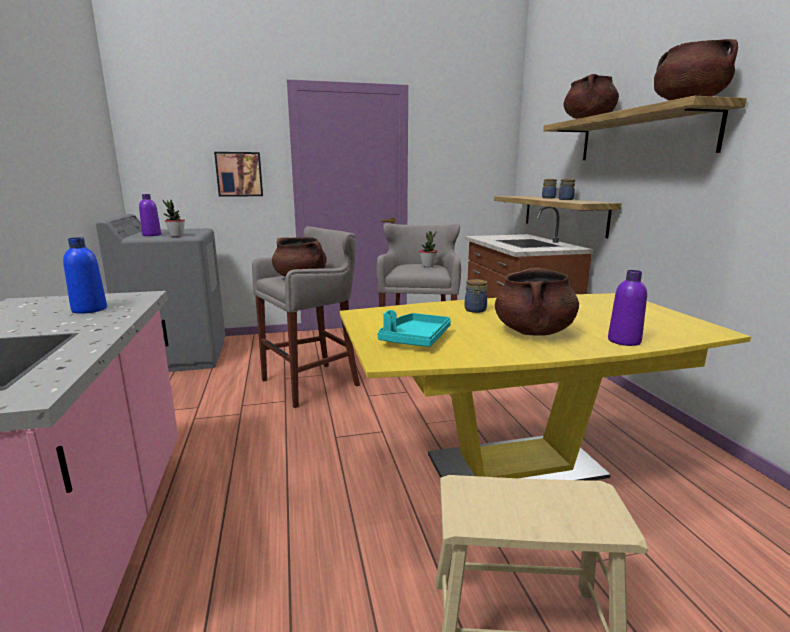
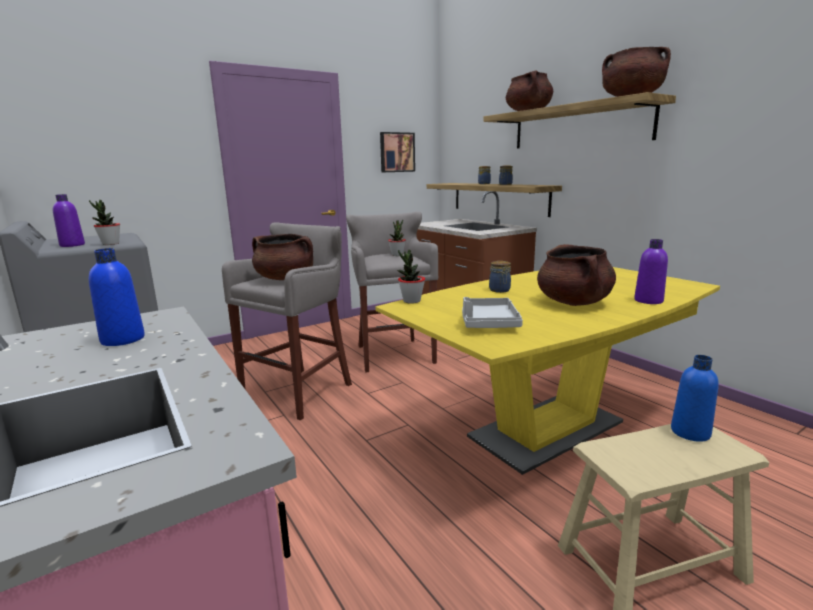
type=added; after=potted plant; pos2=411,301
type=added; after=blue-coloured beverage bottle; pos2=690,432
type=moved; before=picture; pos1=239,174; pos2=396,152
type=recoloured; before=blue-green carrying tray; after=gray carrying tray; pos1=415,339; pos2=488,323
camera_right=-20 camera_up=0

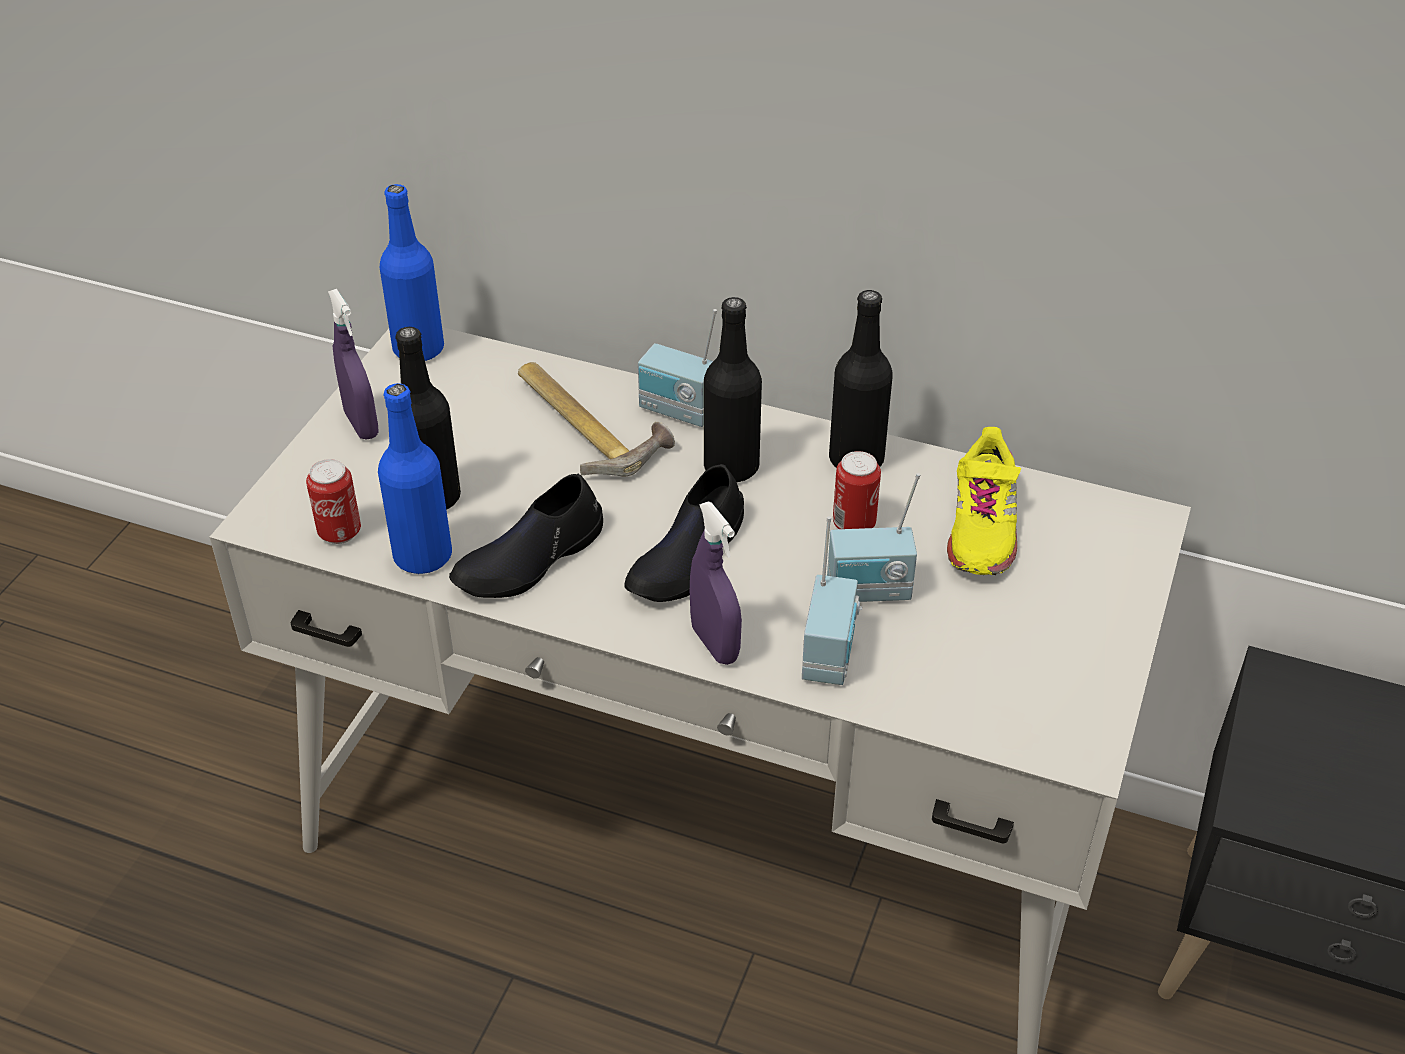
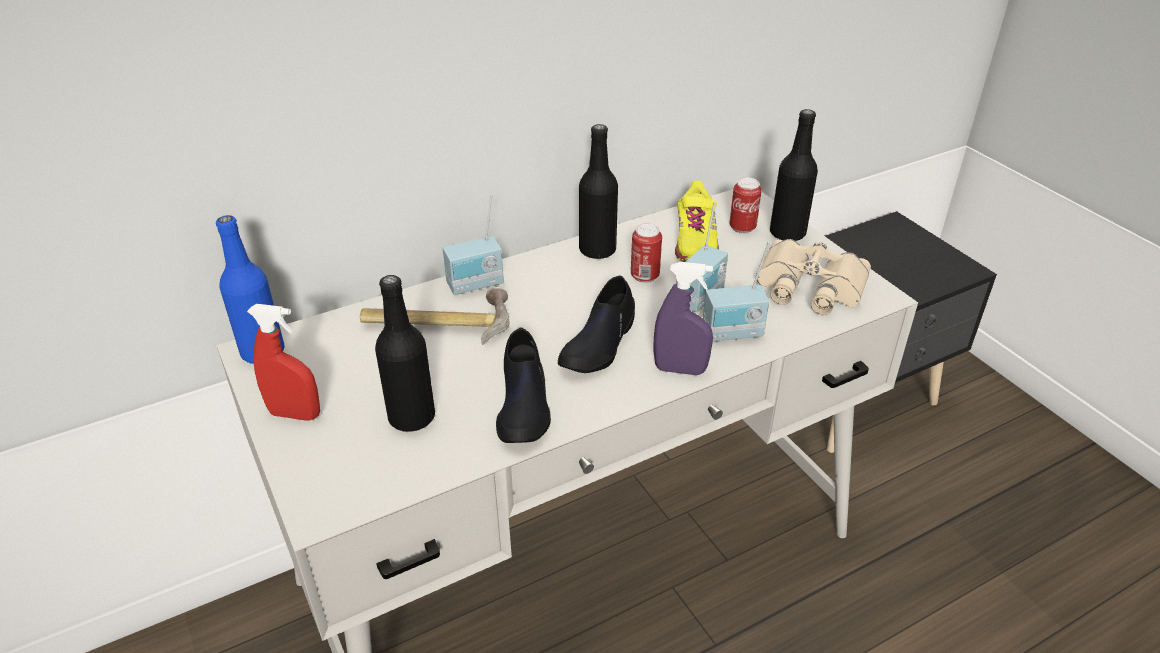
type=removed; before=blue-coloured beverage bottle; pos1=423,556
type=added; after=beige-coloured binoculars; pos2=808,287
type=moved; before=metal can; pos1=339,532; pos2=742,228
type=moved; before=blackish beverage bottle; pos1=731,467; pos2=787,233
type=recoloured; before=purple spray bottle; after=reddish spray bottle; pos1=361,425; pos2=295,414
type=turned; before=blackish shoe; pos1=687,557; pos2=599,343; turn=45
type=turned; before=radio set; pos1=831,655; pos2=733,334; turn=120
type=turned; before=yellow shoe; pos1=981,527; pos2=695,241; turn=45
camera_right=-50 camera_up=-5

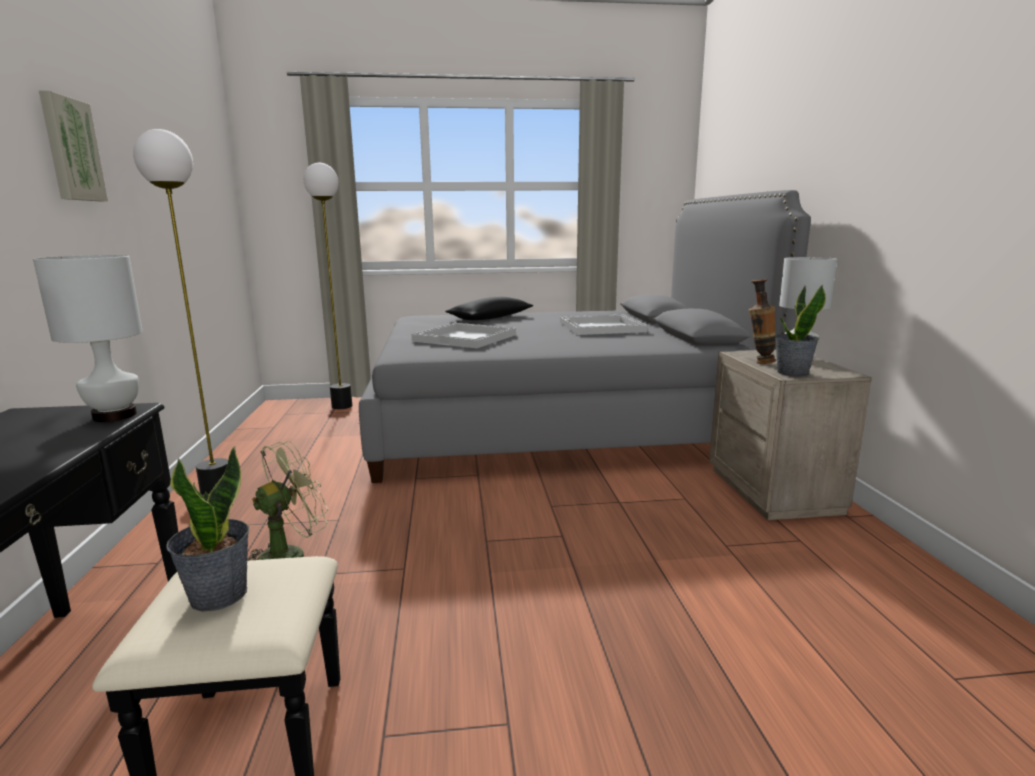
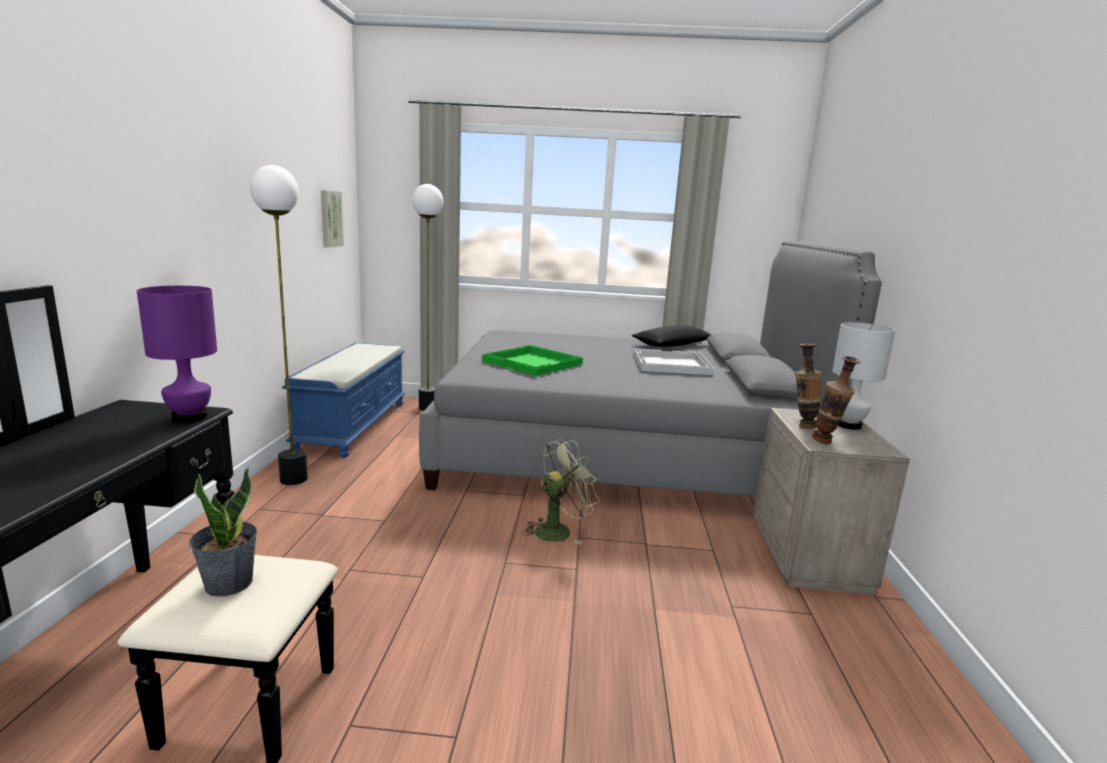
type=added; after=blue-coloured bench; pos2=352,425
type=moved; before=picture; pos1=70,150; pos2=330,218
type=moved; before=greenish electric fan; pos1=290,554; pos2=558,530
type=moved; before=blackish pillow; pos1=490,318; pos2=672,345
type=replaced; before=potted plant; after=decorative vase; pos1=792,373; pos2=827,443
type=recoloured; before=white tabletop lamp; after=purple tabletop lamp; pos1=115,415; pos2=190,417
type=recoloured; before=white carrying tray; after=greenish carrying tray; pos1=466,338; pos2=533,362
camera_right=10 camera_up=0

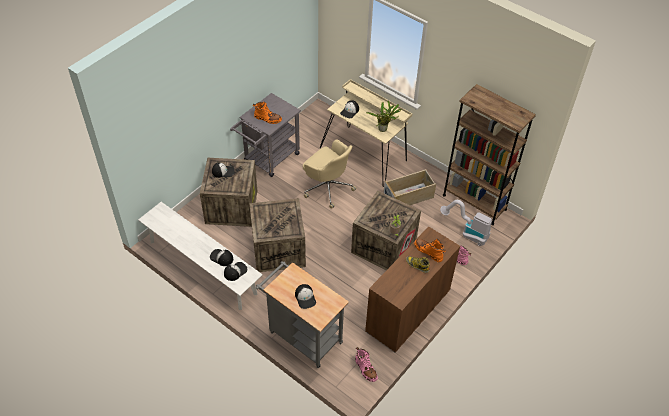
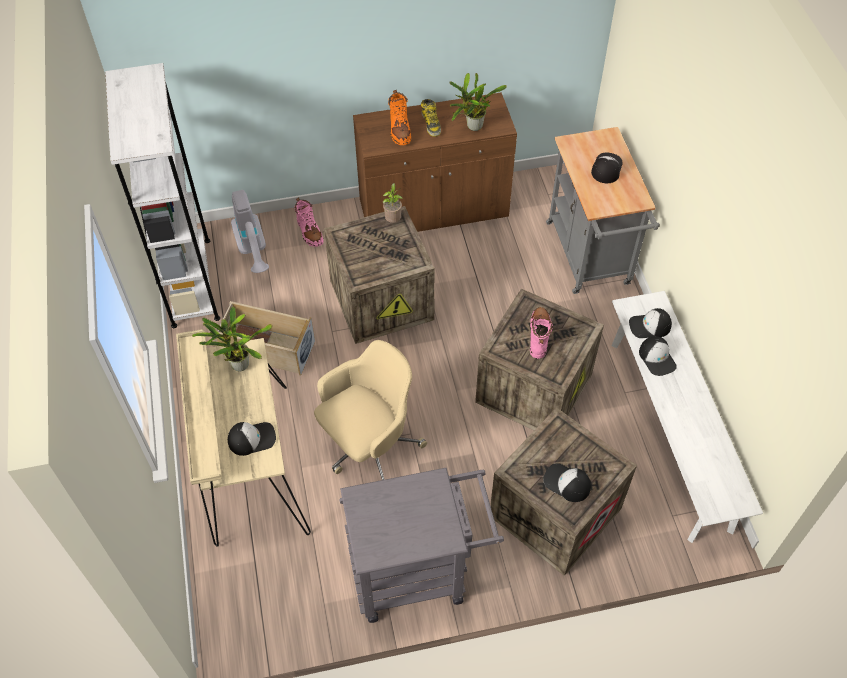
type=removed; before=orange-coloured boot; pos1=267,119
type=added; after=potted plant; pos2=472,127
type=moved; before=pink-coloured boot; pos1=365,369; pos2=539,335
type=recoloured; before=brown shelving unit; after=white shelving unit; pos1=474,202; pos2=191,282
type=turned; before=beige-coloured office chair; pos1=327,187; pos2=369,445; turn=60
camera_right=-140 camera_up=5

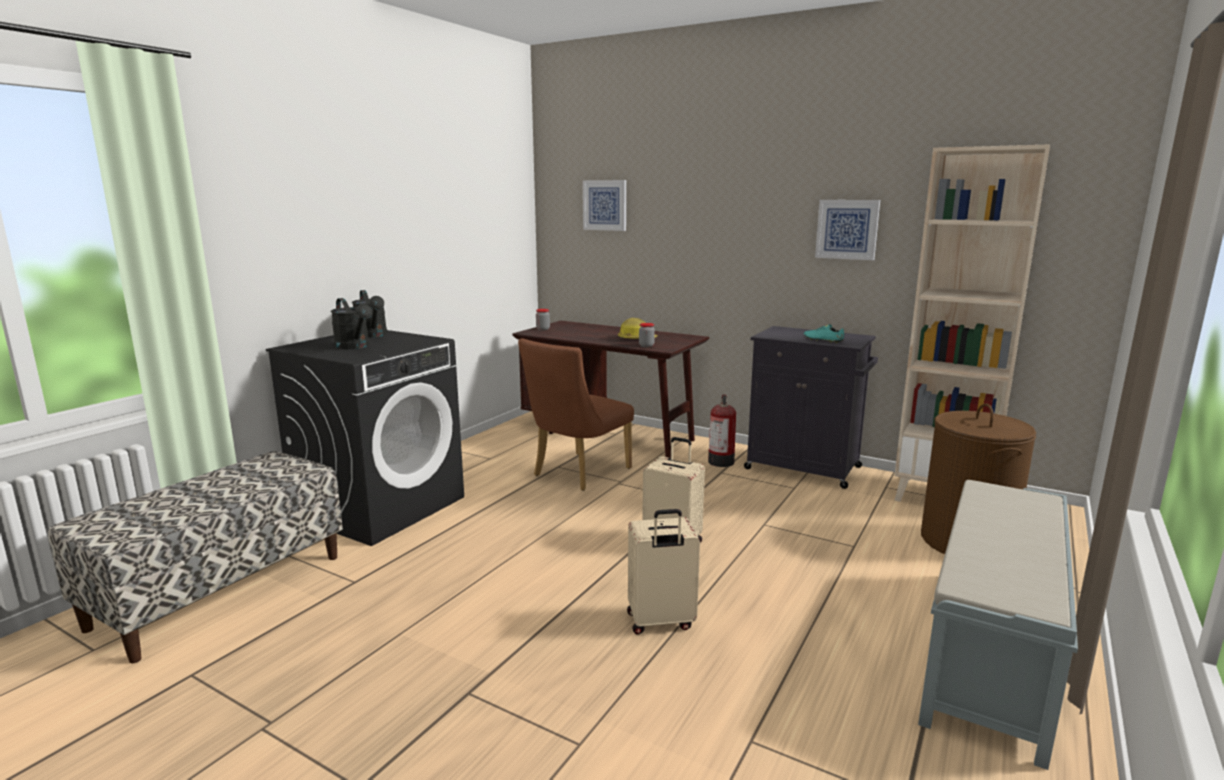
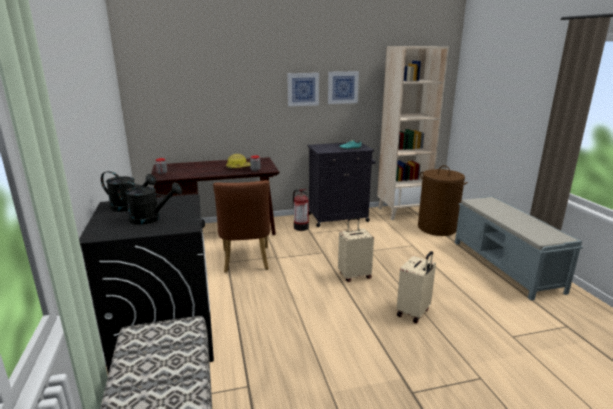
type=moved; before=picture; pos1=605,205; pos2=303,89
camera_right=-45 camera_up=5

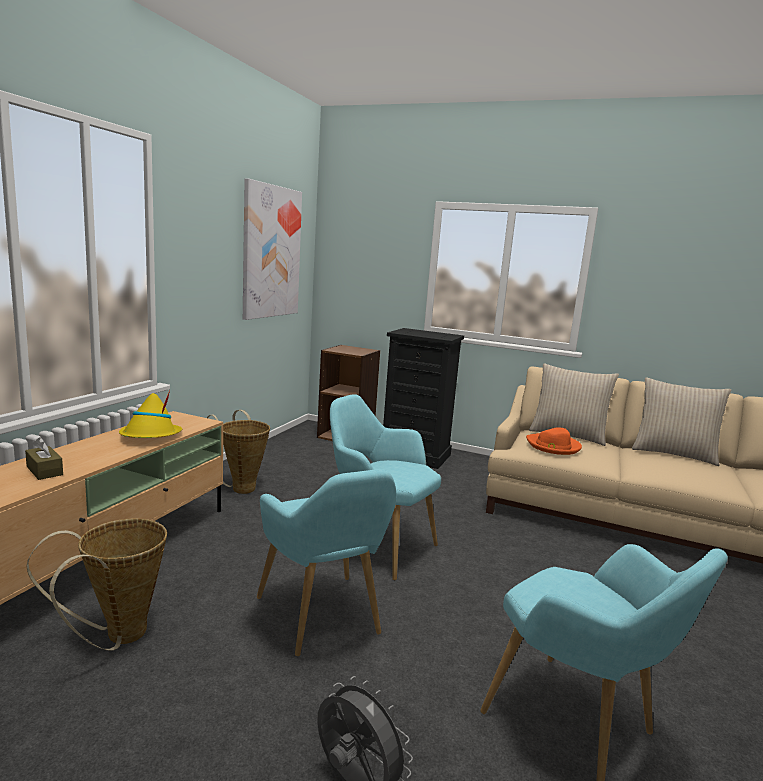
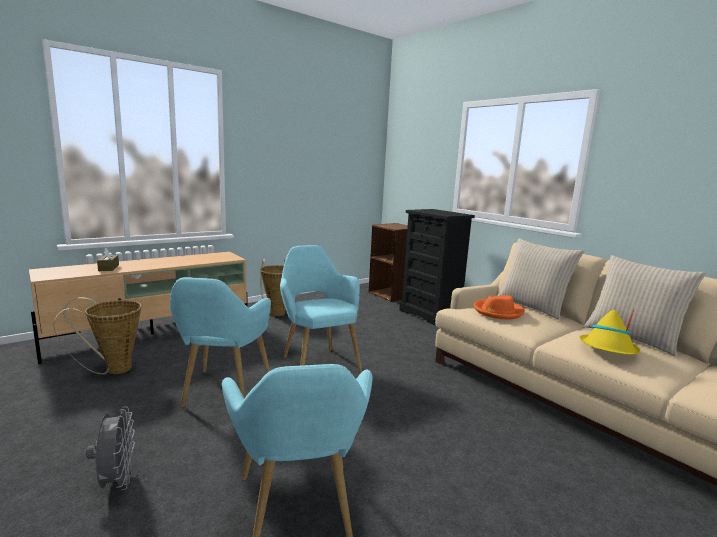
type=removed; before=picture; pos1=271,252
type=moved; before=yellow clothing hat; pos1=150,436; pos2=608,349
camera_right=30 camera_up=0

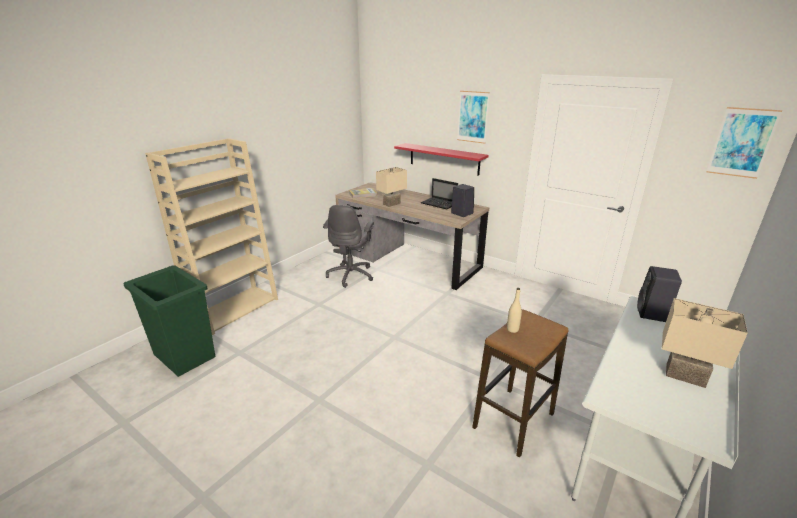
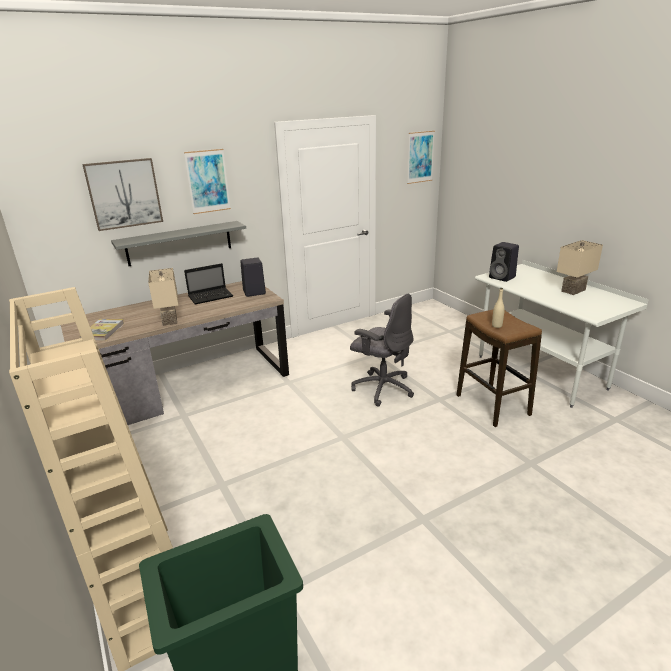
type=added; after=picture; pos2=124,194
type=moved; before=gray office chair; pos1=351,275; pos2=382,388
type=recoloured; before=reddish shelf; after=gray shelf; pos1=444,159; pos2=179,243
camera_right=-65 camera_up=0

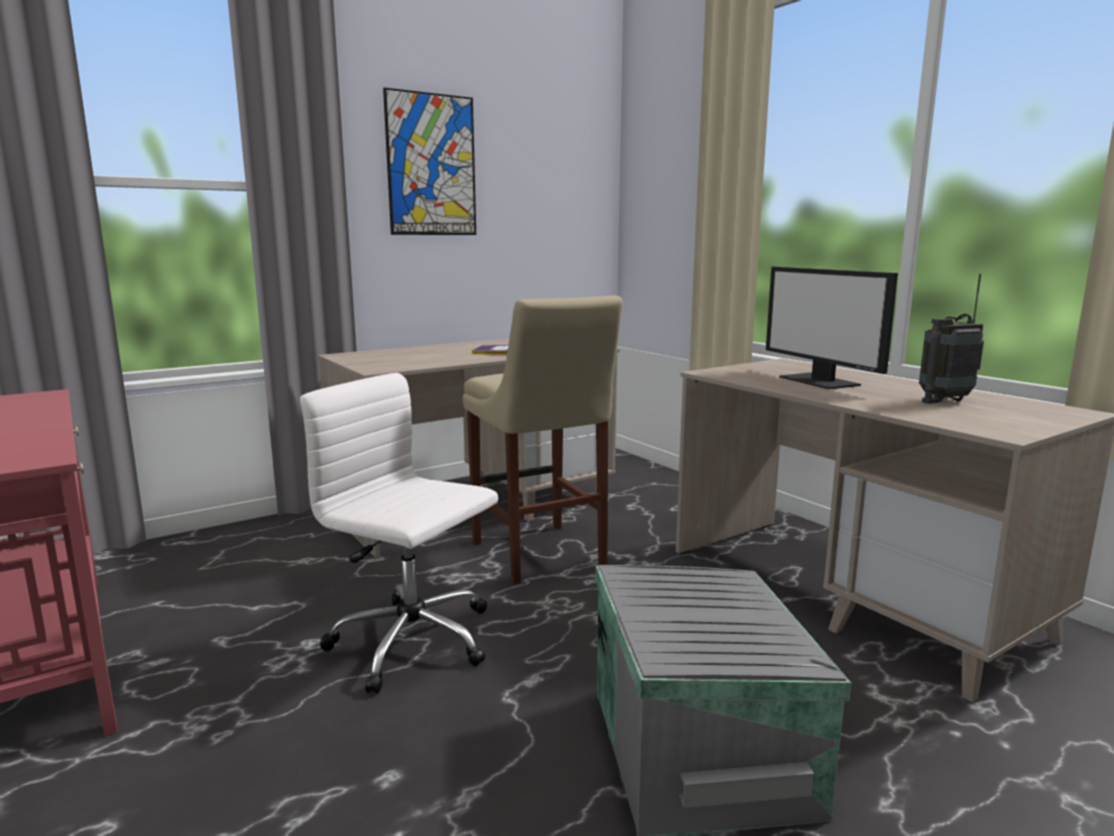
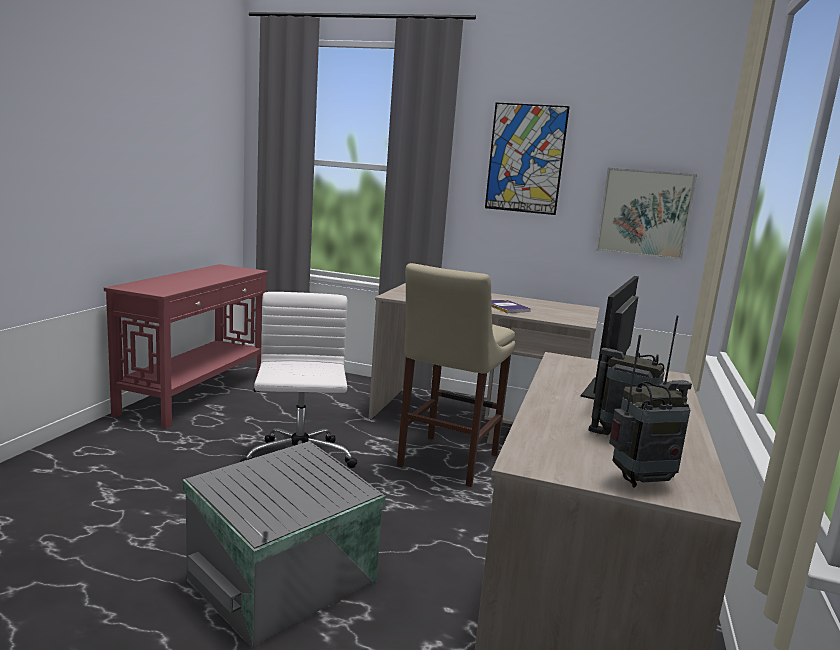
type=added; after=picture; pos2=644,213
type=added; after=radio set; pos2=641,482
camera_right=50 camera_up=0

